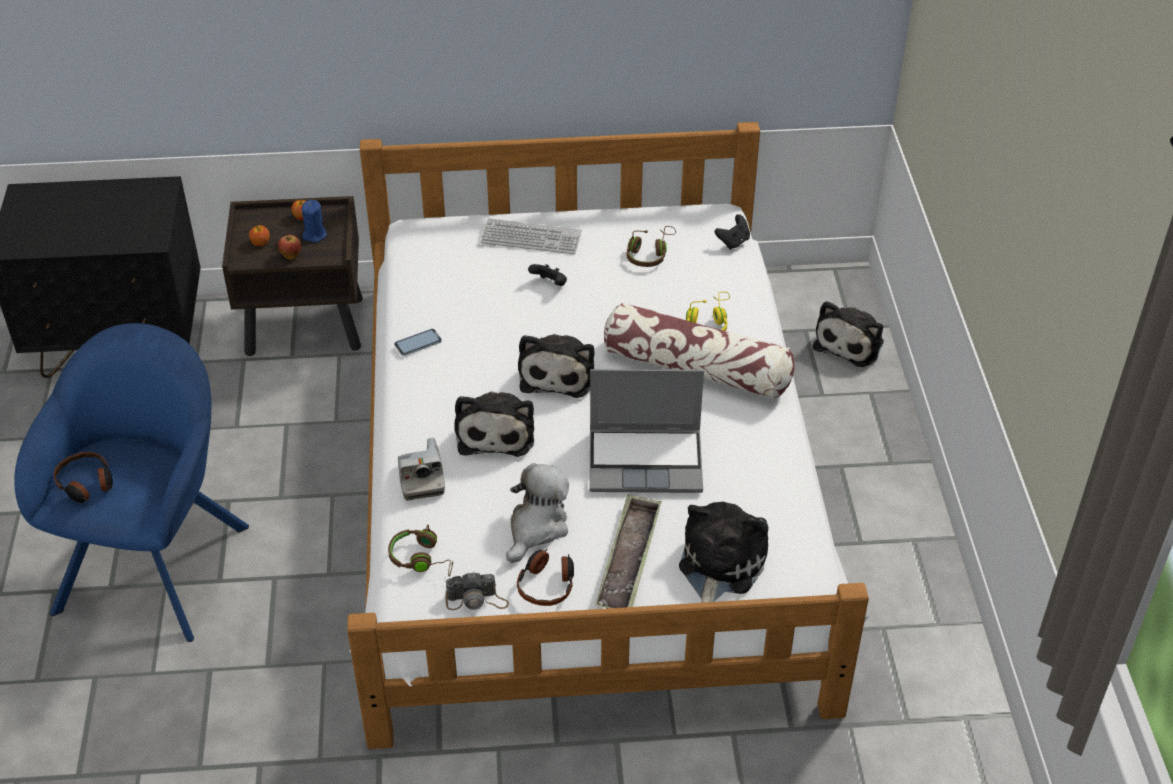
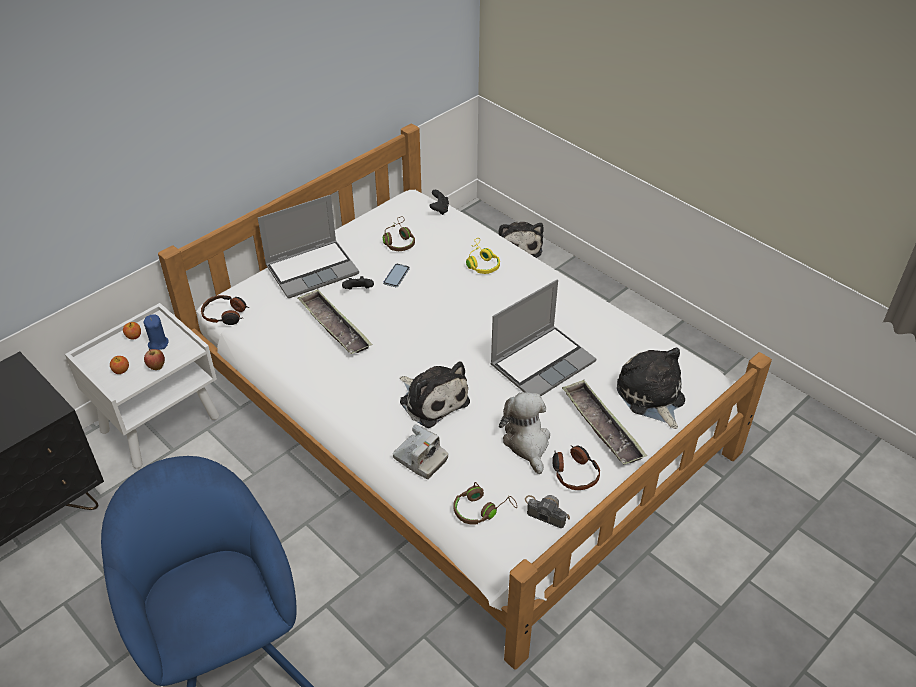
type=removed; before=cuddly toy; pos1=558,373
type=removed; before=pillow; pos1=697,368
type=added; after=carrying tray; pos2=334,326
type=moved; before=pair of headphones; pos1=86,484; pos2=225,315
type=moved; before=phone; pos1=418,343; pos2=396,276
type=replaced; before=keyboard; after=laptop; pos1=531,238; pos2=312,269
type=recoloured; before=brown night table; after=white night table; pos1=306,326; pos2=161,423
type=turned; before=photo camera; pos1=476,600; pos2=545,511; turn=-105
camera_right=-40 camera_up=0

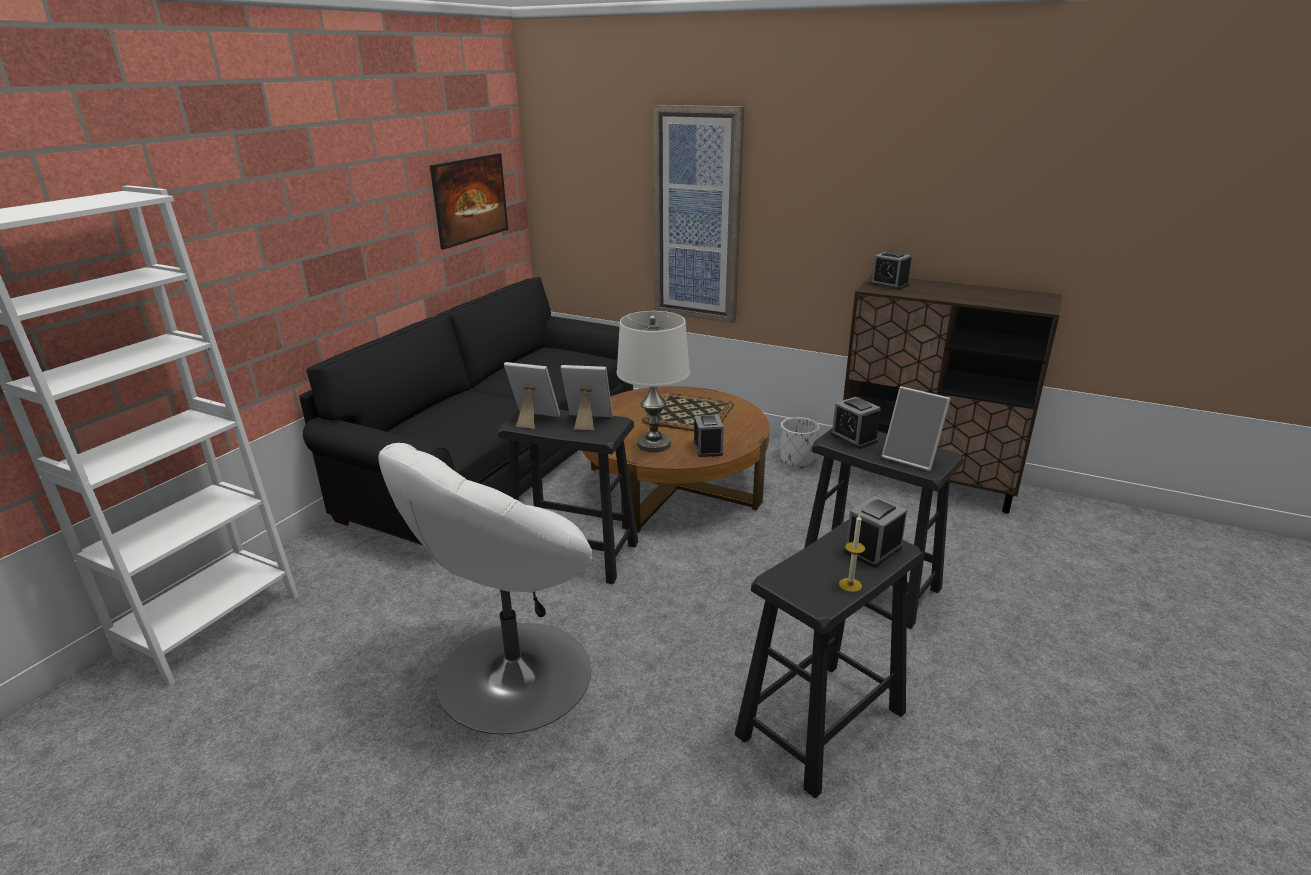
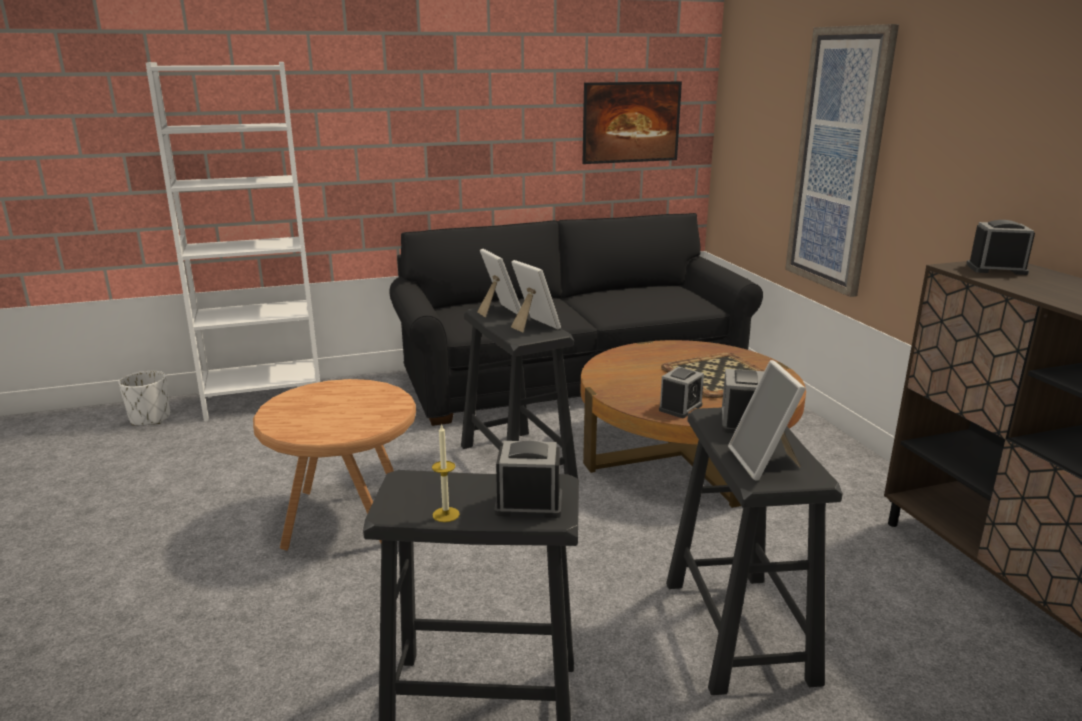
type=removed; before=white tabletop lamp; pos1=653,444
type=moved; before=white flower pot; pos1=797,460; pos2=150,419
type=replaced; before=white easy chair; after=brown end table; pos1=511,675; pos2=346,516
type=turned; before=table clock; pos1=889,284; pos2=996,269; turn=105
camera_right=45 camera_up=-5

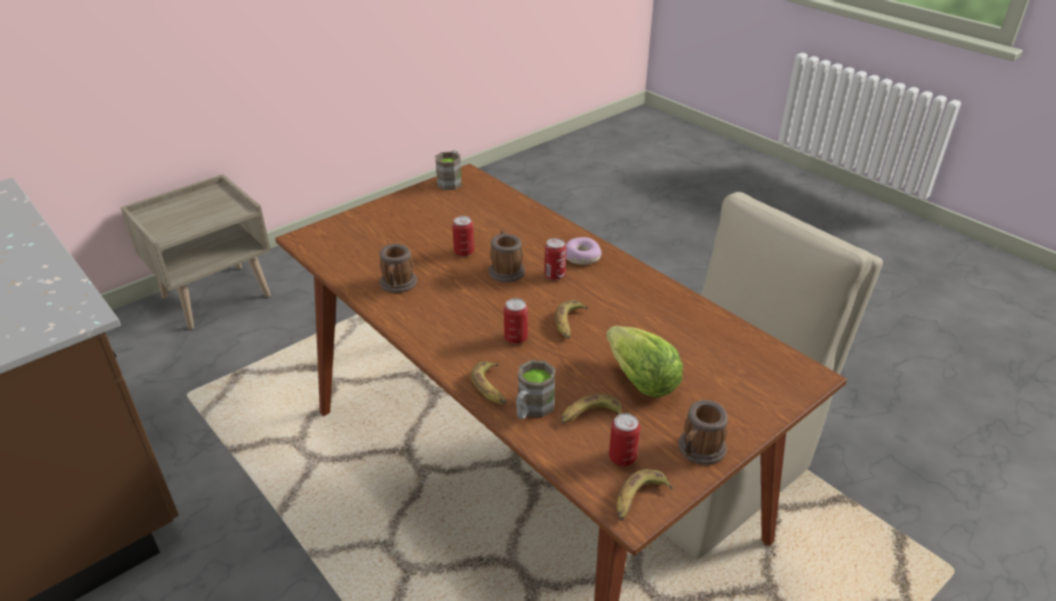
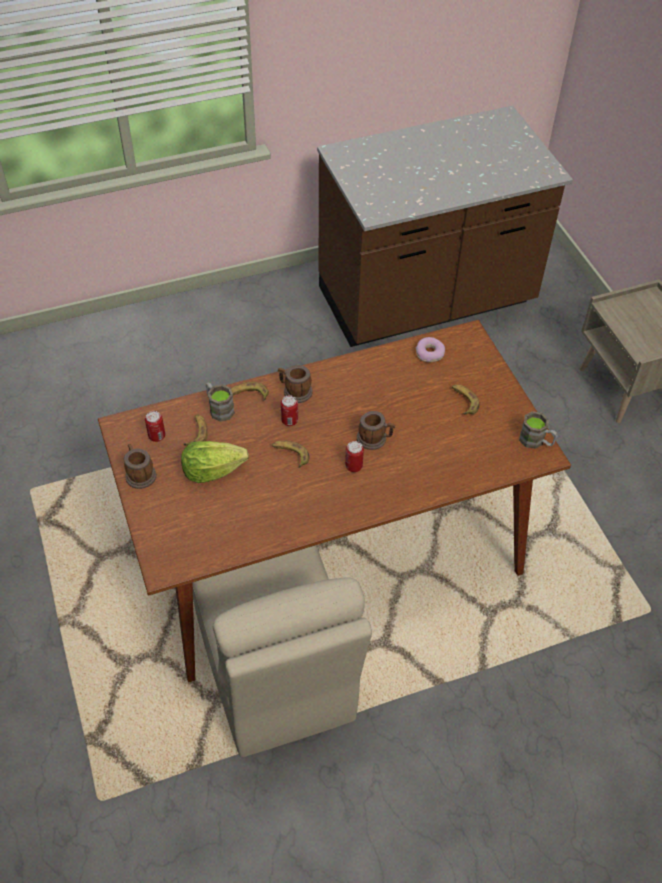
type=removed; before=metal can; pos1=464,252
type=moved; before=mug; pos1=397,285; pos2=294,391
type=moved; before=donut; pos1=581,257; pos2=430,353
type=moved; before=whole banana; pos1=639,499; pos2=463,401
camera_right=110 camera_up=15

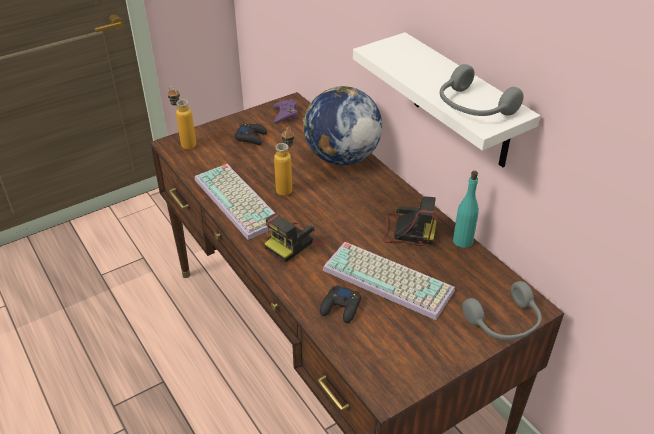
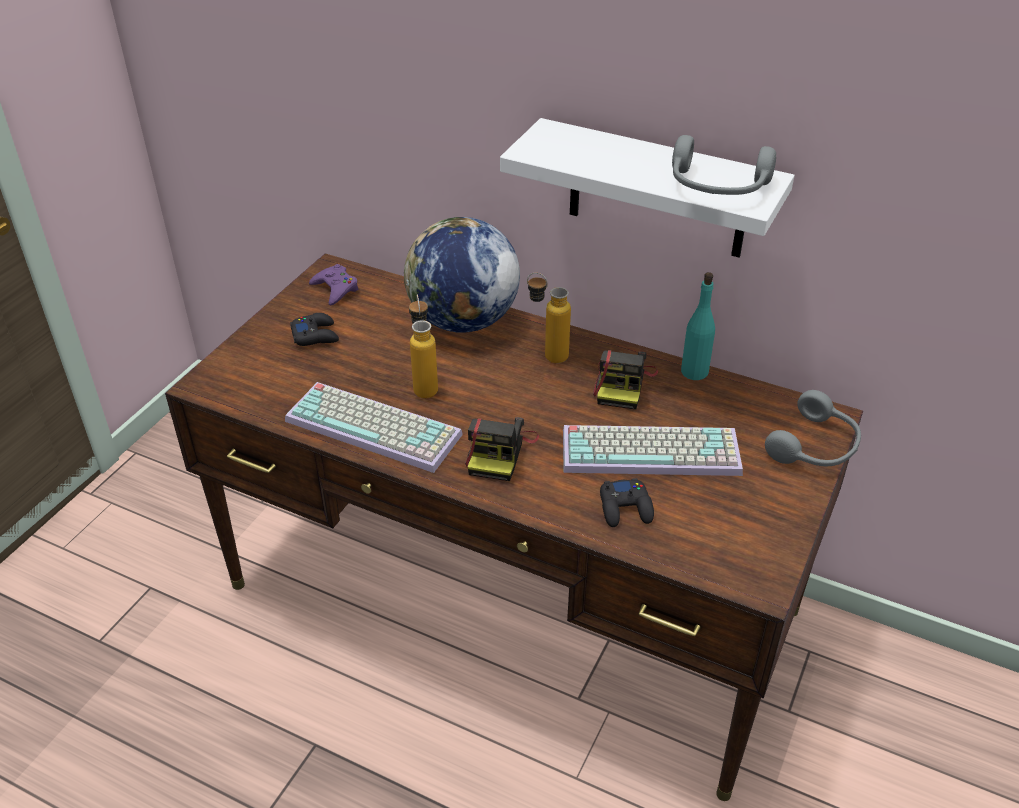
type=moved; before=beverage bottle; pos1=185,143; pos2=547,355
type=turned; before=photo camera; pos1=407,231; pos2=623,385; turn=120
camera_right=-30 camera_up=0

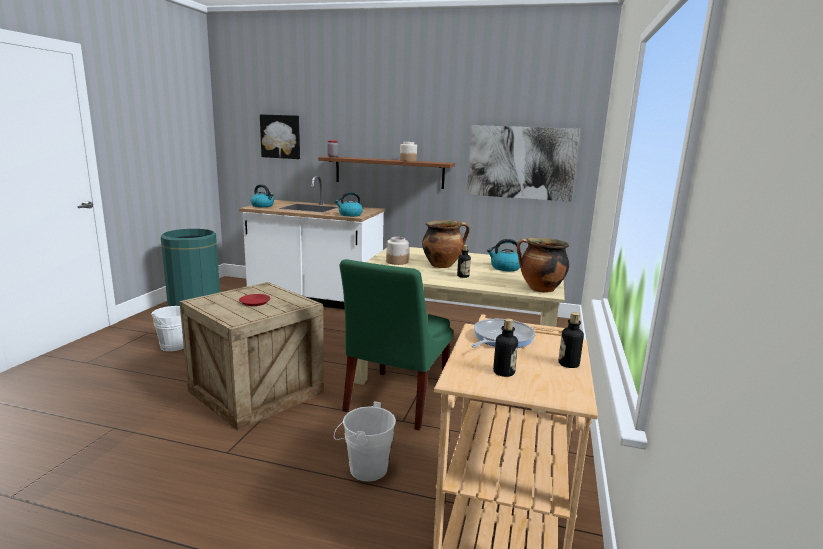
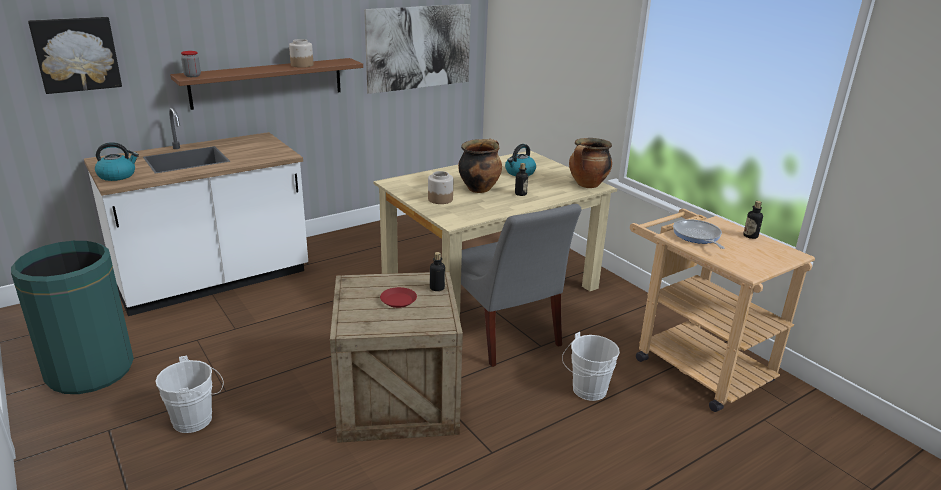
type=removed; before=water kettle; pos1=350,215
type=moved; before=beverage bottle; pos1=503,372; pos2=437,288
type=recoloured; before=greenish upright chair; after=gray upright chair; pos1=394,401; pos2=506,335
camera_right=-50 camera_up=10

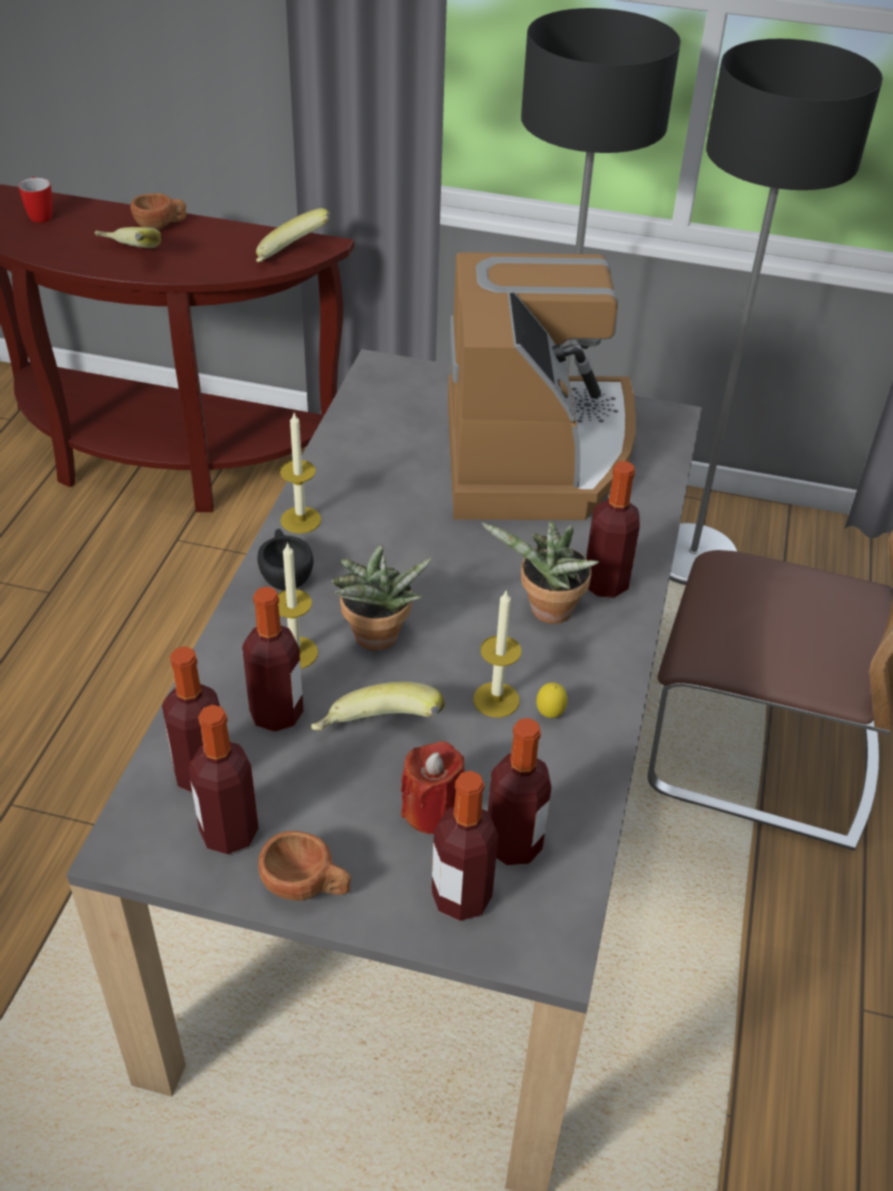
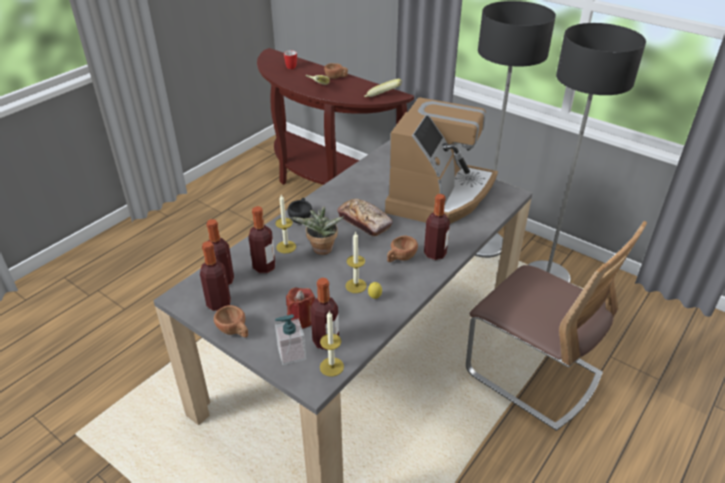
type=removed; before=whole banana; pos1=377,735
type=added; after=bakery bread; pos2=364,222
type=moved; before=candle; pos1=300,520; pos2=331,367
type=replaced; before=beverage bottle; after=soap bottle; pos1=461,897; pos2=291,354
type=replaced; before=potted plant; after=brown small cup; pos1=546,612; pos2=400,258
camera_right=25 camera_up=-5

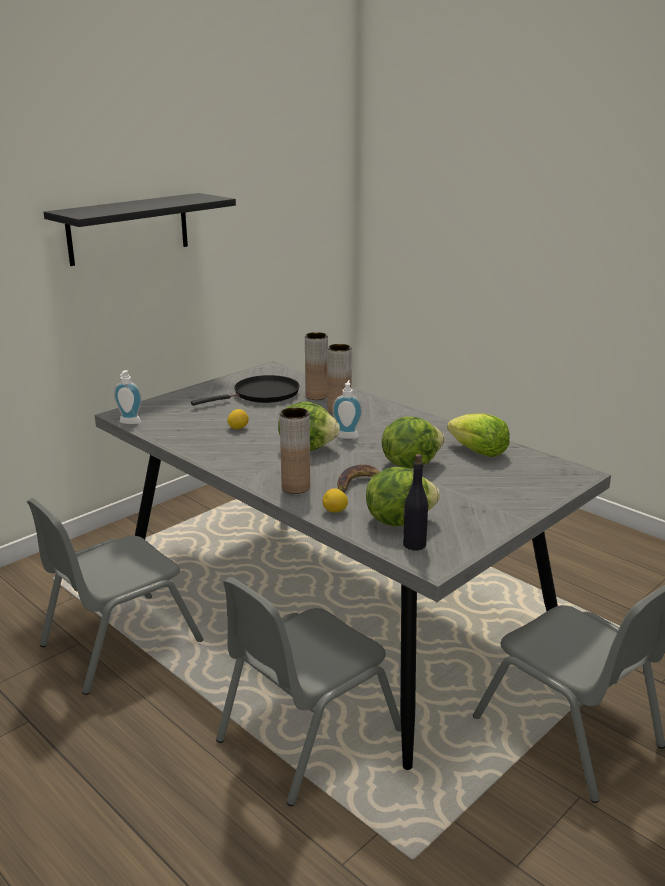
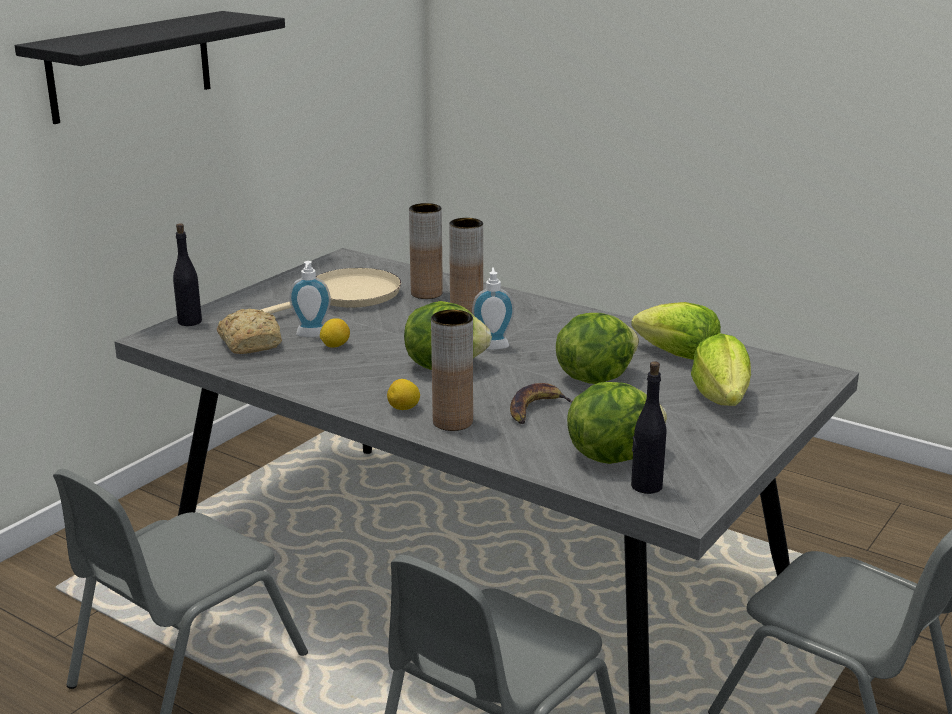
type=added; after=blackish beverage bottle; pos2=189,321
type=added; after=bakery bread; pos2=251,343
type=added; after=head of lettuce; pos2=721,399
type=moved; before=soap bottle; pos1=129,423; pos2=311,335
type=moved; before=citrus fruit; pos1=335,511; pos2=404,409
type=recoloured; before=blackish pan; after=beige-coloured pan; pos1=262,394; pos2=349,296
camera_right=-10 camera_up=0

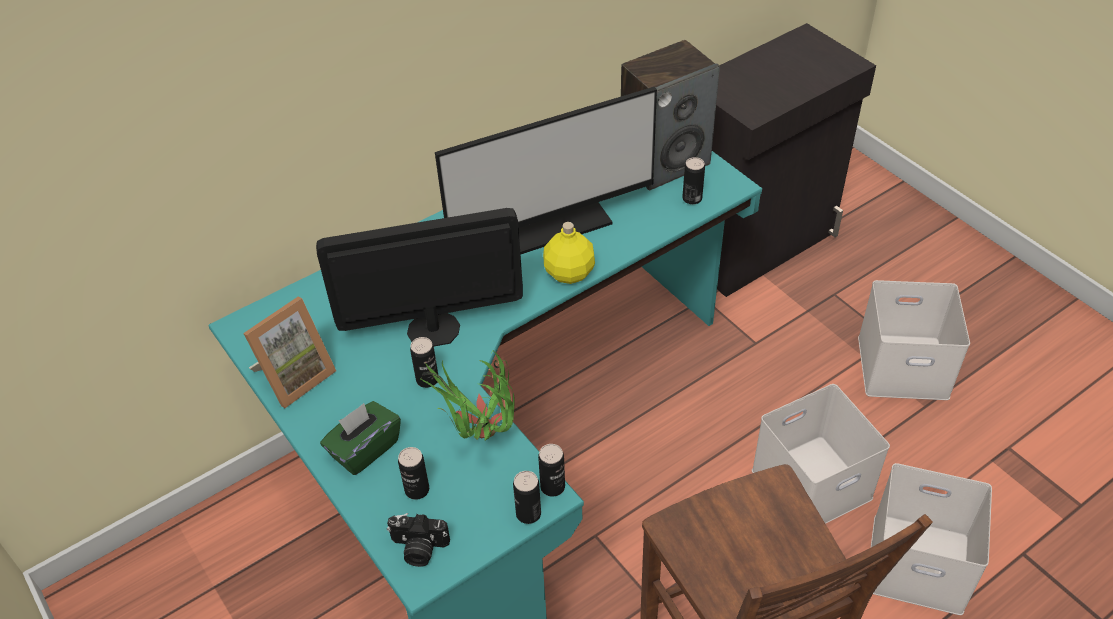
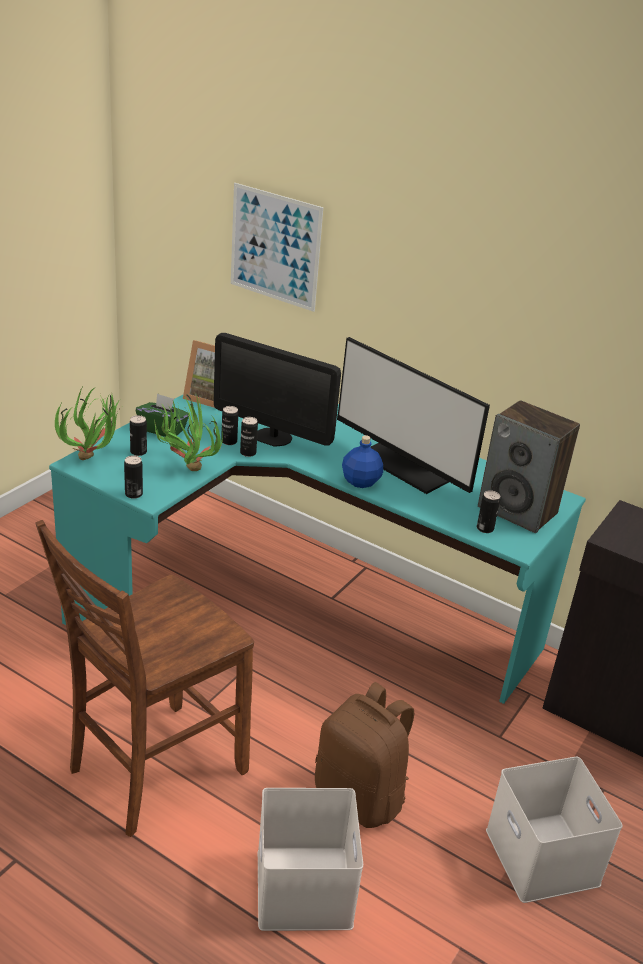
type=added; after=picture; pos2=275,247
type=moved; before=metal can; pos1=552,486; pos2=248,453
type=replaced; before=photo camera; after=potted plant; pos1=418,549; pos2=94,459
type=replaced; before=white storage bin; after=brown backpack; pos1=812,481; pos2=361,796
type=recoloured; before=yellow beverage bottle; after=blue-coloured beverage bottle; pos1=568,272; pos2=360,481
type=turned; before=computer screen; pos1=433,330; pos2=273,437; turn=150
camera_right=65 camera_up=-15

